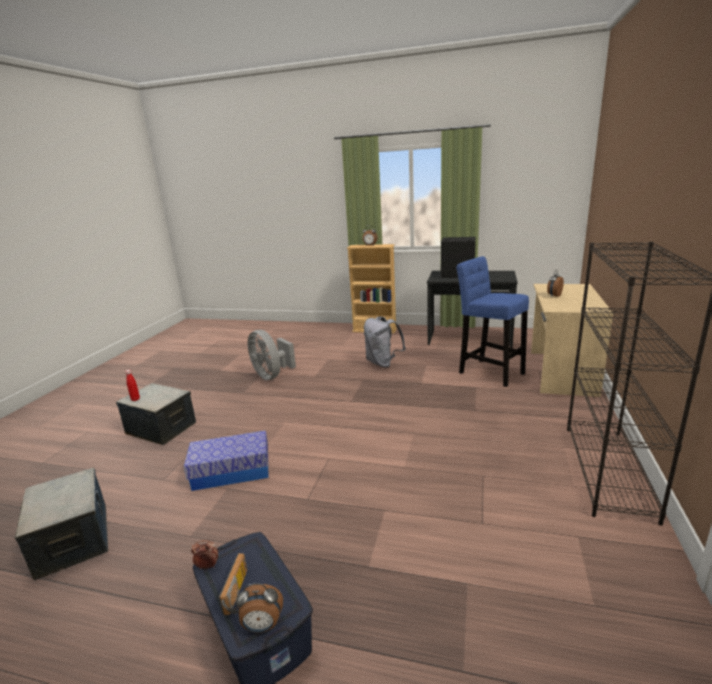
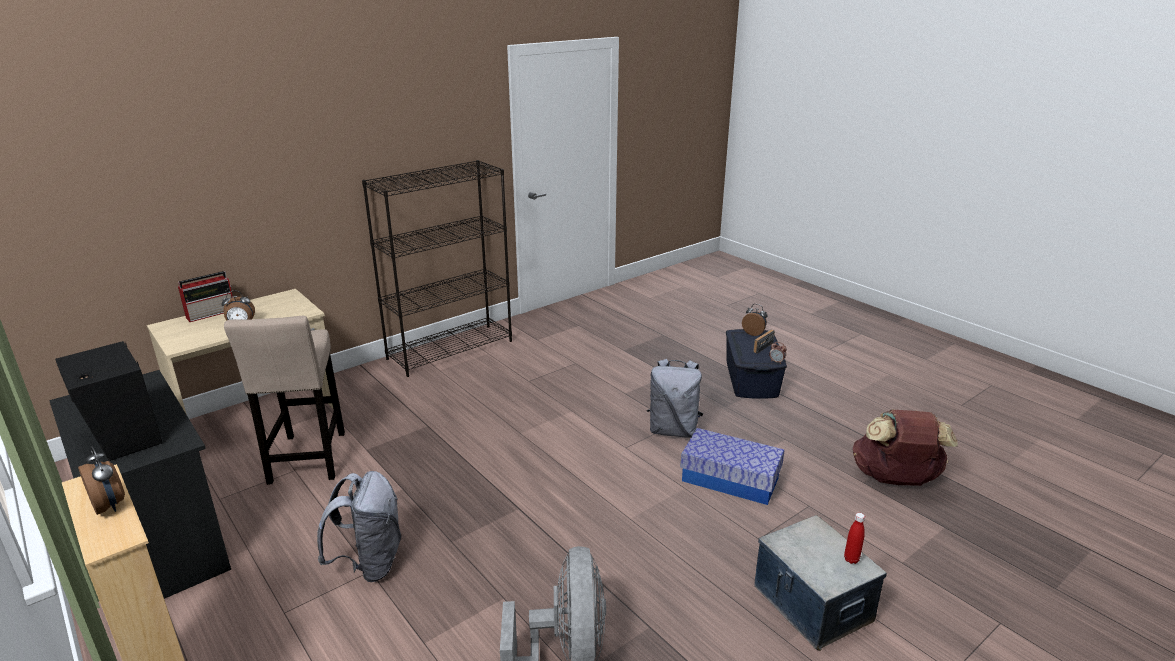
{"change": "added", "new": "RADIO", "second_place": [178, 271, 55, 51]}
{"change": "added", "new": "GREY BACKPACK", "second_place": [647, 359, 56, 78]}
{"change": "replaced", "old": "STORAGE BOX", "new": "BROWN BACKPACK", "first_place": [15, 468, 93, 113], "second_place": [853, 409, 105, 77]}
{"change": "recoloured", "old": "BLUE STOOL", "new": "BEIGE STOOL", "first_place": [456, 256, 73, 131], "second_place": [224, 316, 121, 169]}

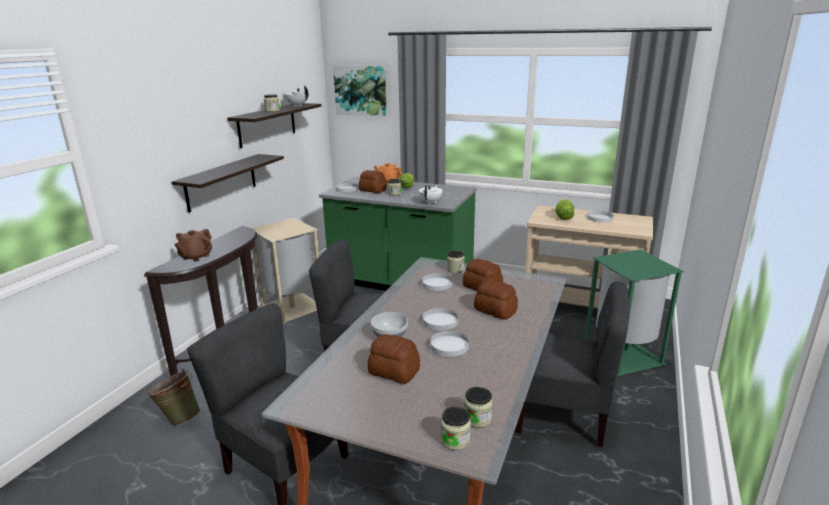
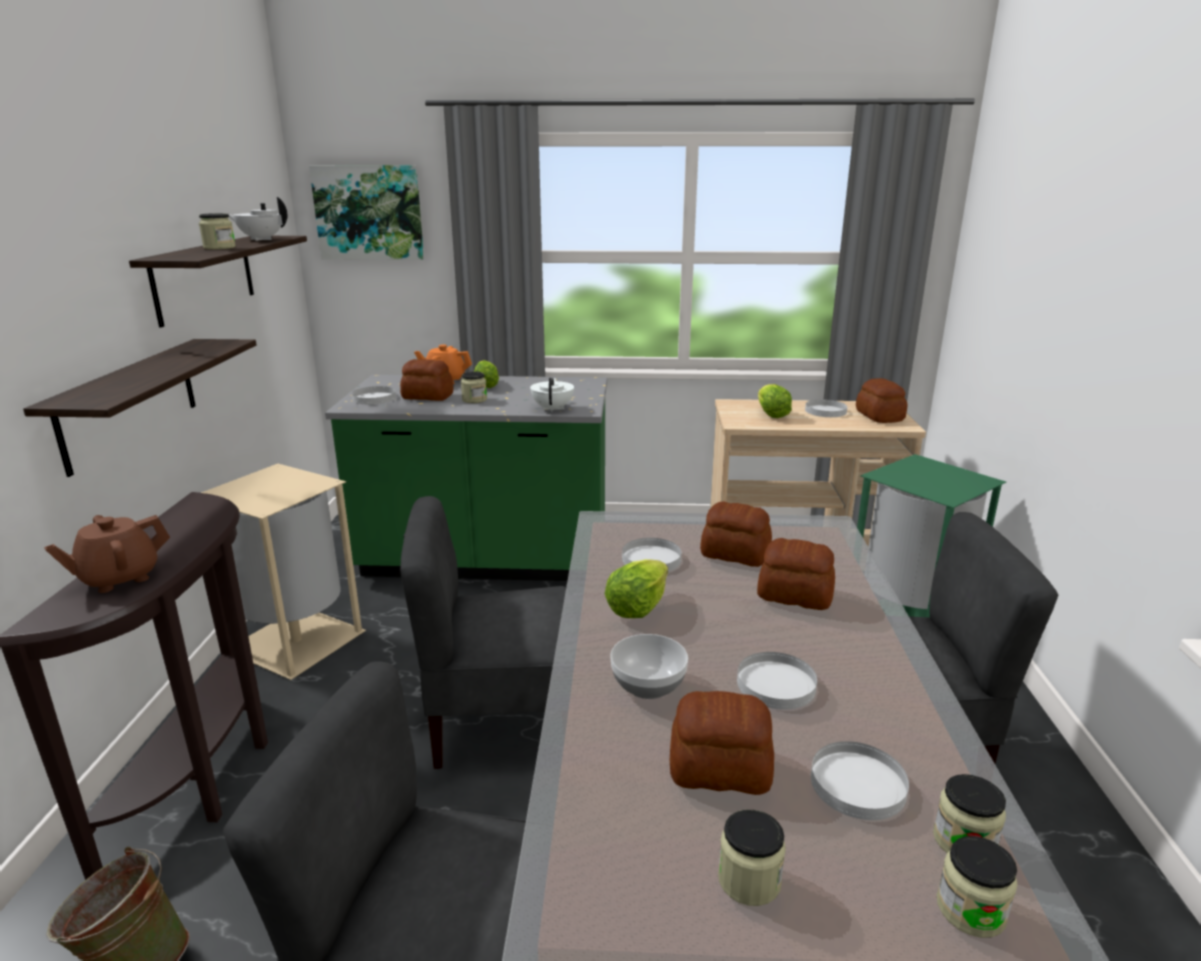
{"change": "added", "new": "LETTUCE", "second_place": [605, 559, 63, 59]}
{"change": "added", "new": "BREAD", "second_place": [856, 378, 52, 45]}
{"change": "moved", "old": "WHITE PLATE", "first_place": [423, 308, 35, 23], "second_place": [811, 741, 98, 79]}
{"change": "moved", "old": "JAR", "first_place": [447, 250, 18, 23], "second_place": [718, 810, 68, 96]}
{"change": "turned", "old": "BROWN TEAPOT", "first_place": [174, 229, 38, 33], "second_place": [44, 515, 126, 78], "degrees": 45}

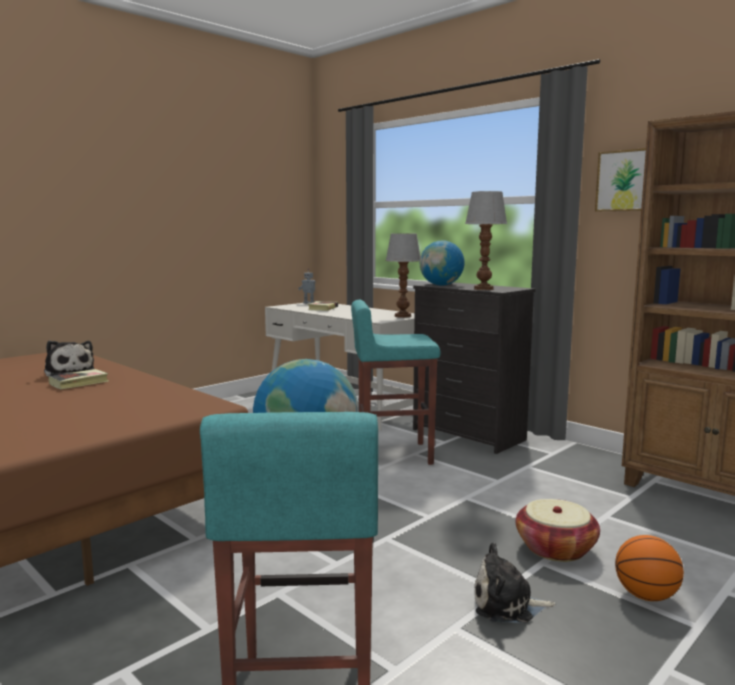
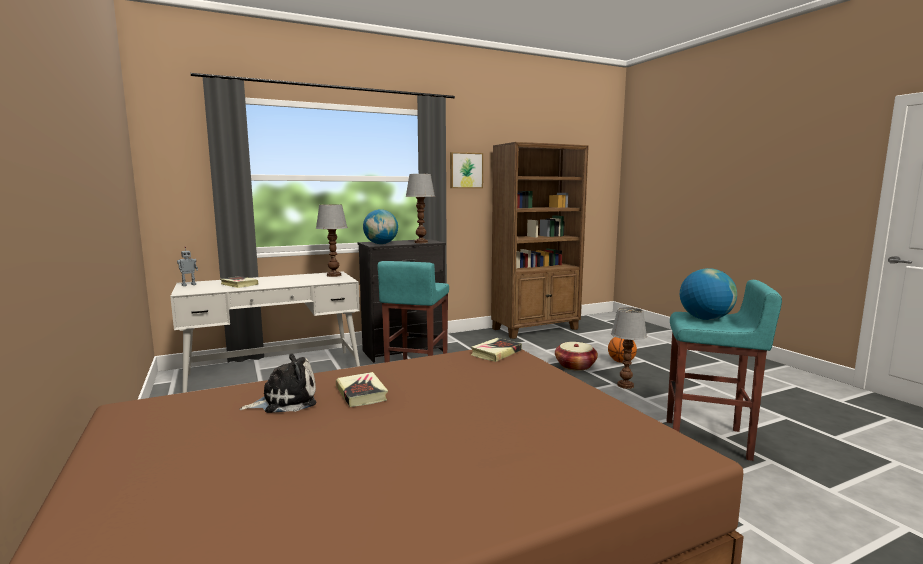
{"change": "added", "new": "BOOK", "second_place": [471, 338, 51, 24]}
{"change": "replaced", "old": "PLUSH TOY", "new": "TABLE LAMP", "first_place": [474, 543, 82, 80], "second_place": [611, 307, 36, 82]}

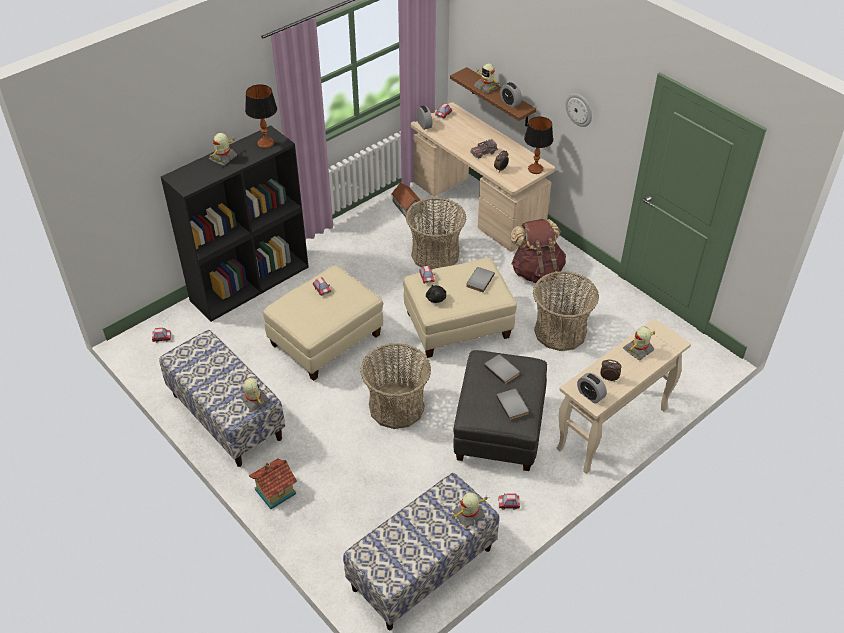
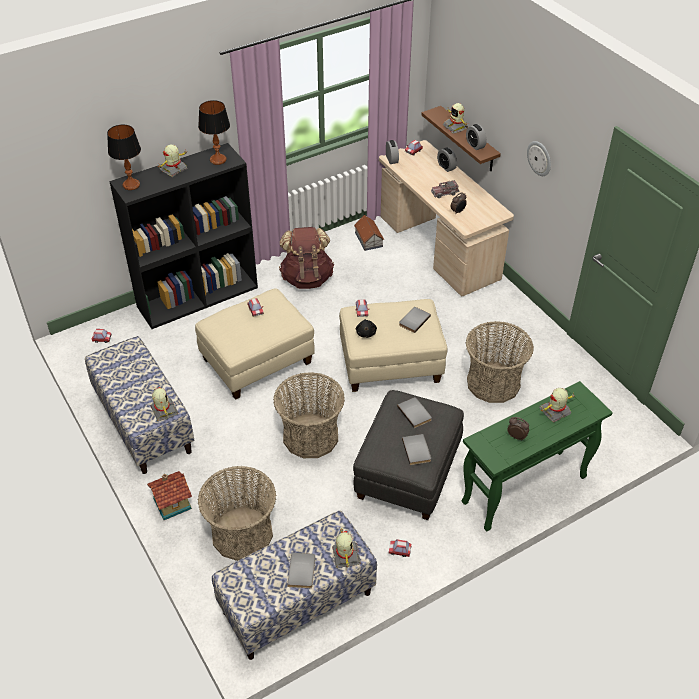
{"change": "added", "new": "GREY BOOK", "second_place": [287, 553, 28, 35]}
{"change": "moved", "old": "BASKET", "first_place": [406, 197, 60, 72], "second_place": [198, 466, 78, 95]}
{"change": "moved", "old": "BROWN BACKPACK", "first_place": [510, 219, 56, 64], "second_place": [279, 227, 55, 62]}
{"change": "moved", "old": "TABLE LAMP", "first_place": [524, 117, 29, 57], "second_place": [107, 125, 34, 65]}
{"change": "moved", "old": "ALARM CLOCK", "first_place": [577, 373, 30, 30], "second_place": [437, 147, 20, 25]}
{"change": "recoloured", "old": "BEIGE CONSOLE TABLE", "new": "GREEN CONSOLE TABLE", "first_place": [556, 318, 135, 156], "second_place": [462, 381, 151, 150]}
{"change": "turned", "old": "TOY ROBOT", "first_place": [452, 492, 37, 36], "second_place": [332, 529, 29, 40], "degrees": 105}

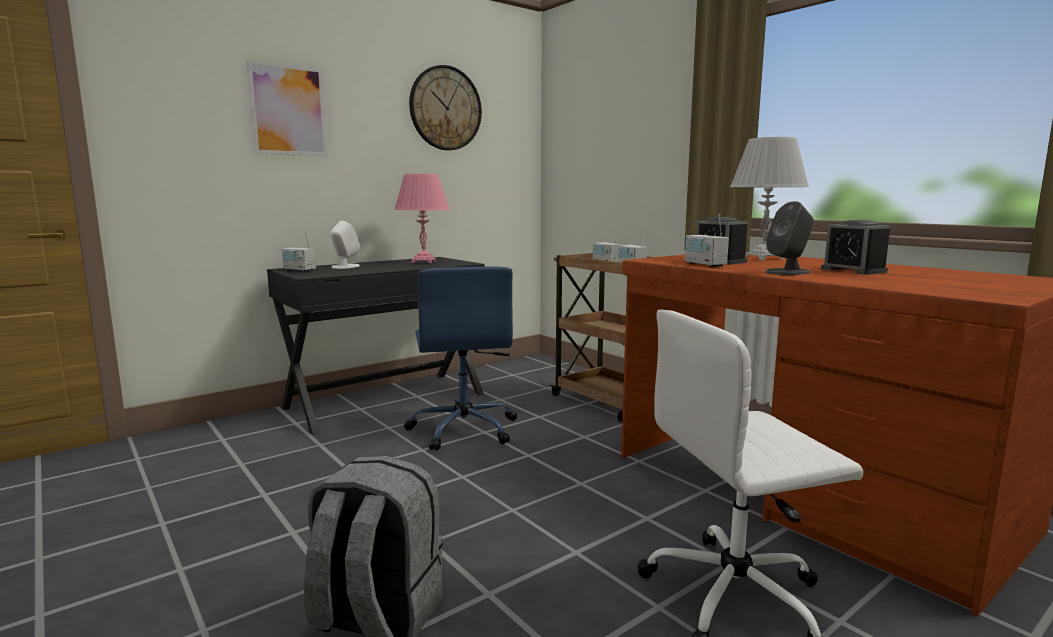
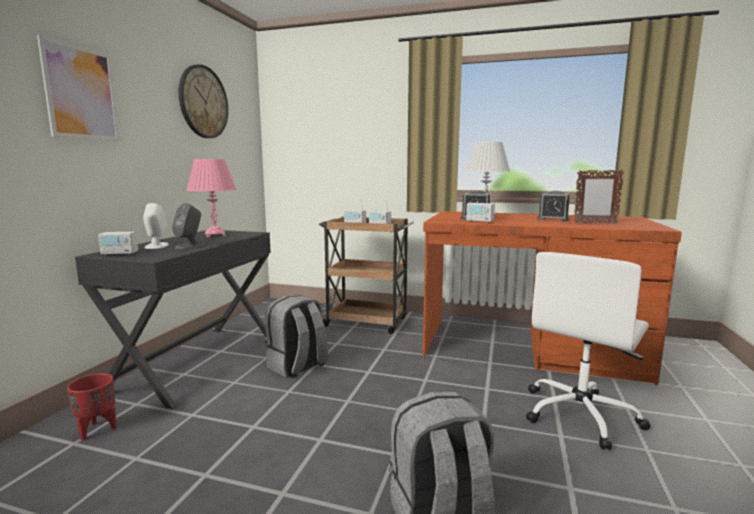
{"change": "added", "new": "RED PLANTER", "second_place": [67, 373, 50, 67]}
{"change": "added", "new": "PICTURE FRAME", "second_place": [574, 169, 50, 55]}
{"change": "moved", "old": "GREY SPEAKER", "first_place": [765, 201, 49, 74], "second_place": [172, 203, 32, 46]}
{"change": "replaced", "old": "BLUE OFFICE CHAIR", "new": "GREY BACKPACK", "first_place": [404, 267, 113, 183], "second_place": [265, 295, 63, 83]}

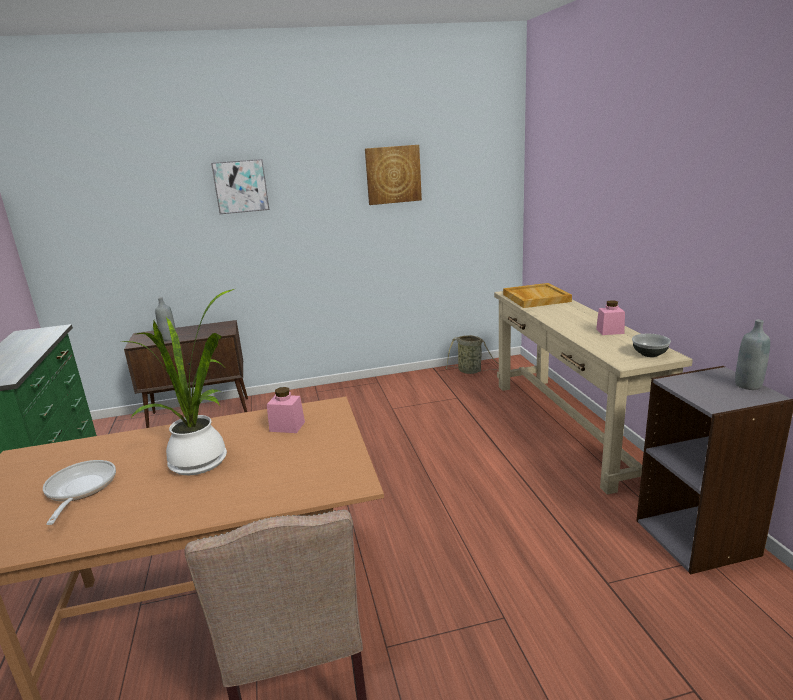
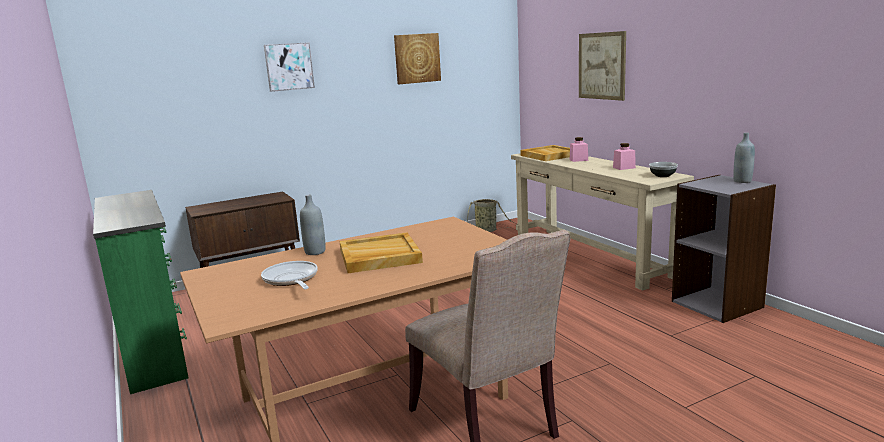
{"change": "added", "new": "PICTURE", "second_place": [579, 31, 47, 70]}
{"change": "moved", "old": "GREY BOTTLE", "first_place": [155, 297, 21, 44], "second_place": [300, 195, 25, 60]}
{"change": "moved", "old": "PINK JAR", "first_place": [267, 387, 38, 46], "second_place": [570, 137, 18, 25]}
{"change": "replaced", "old": "POTTED PLANT", "new": "BEIGE TRAY", "first_place": [120, 289, 114, 186], "second_place": [340, 232, 83, 41]}

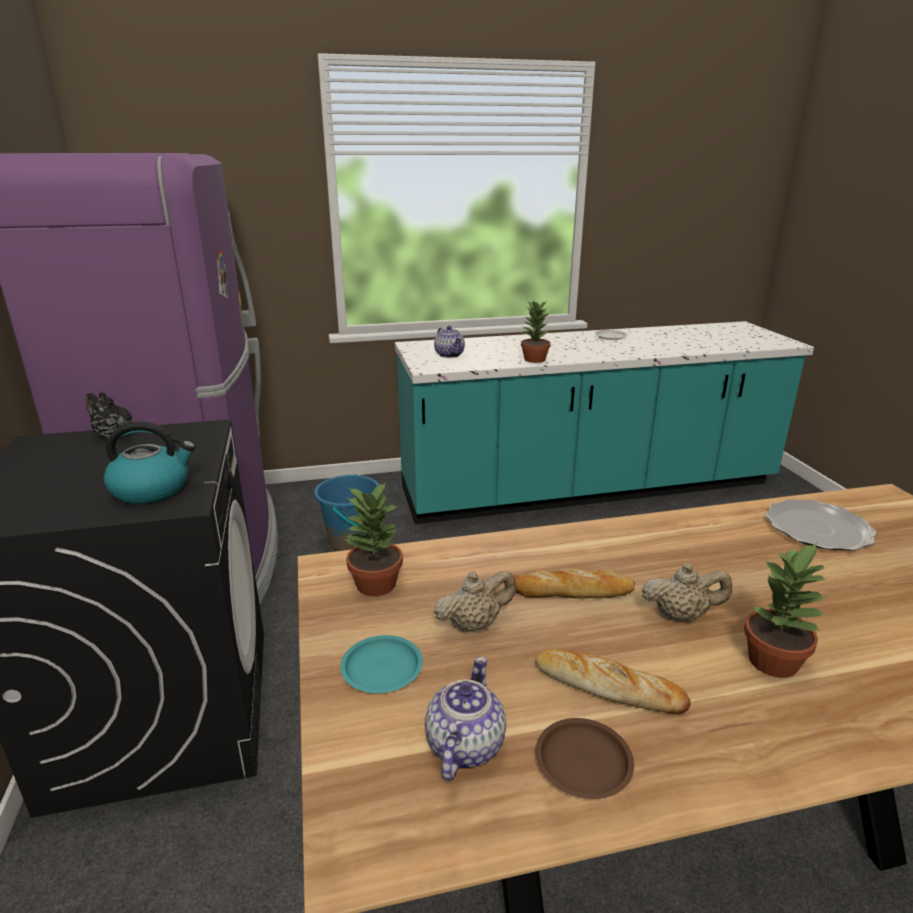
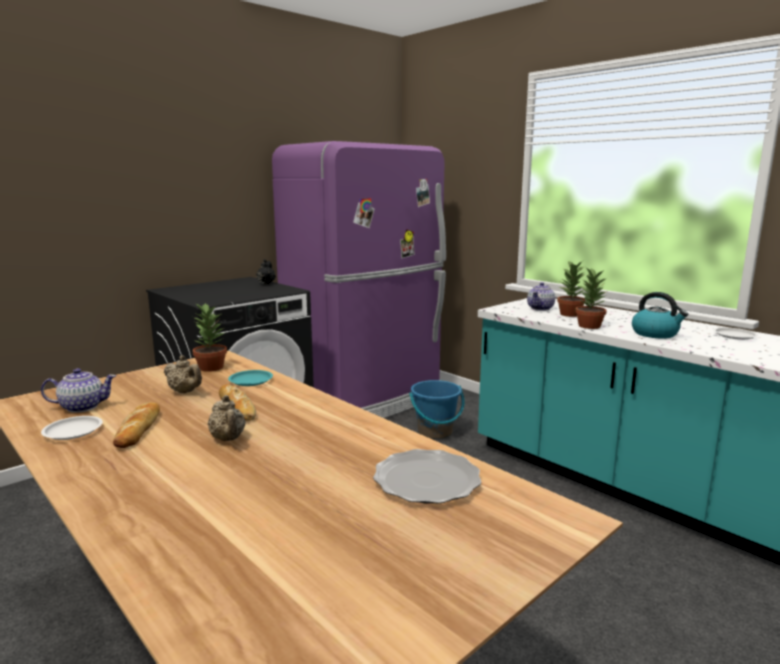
{"change": "moved", "old": "KETTLE", "first_place": [104, 421, 91, 83], "second_place": [632, 292, 56, 47]}
{"change": "moved", "old": "TURQUOISE PLATE", "first_place": [340, 635, 83, 58], "second_place": [228, 370, 45, 16]}
{"change": "moved", "old": "POTTED PLANT", "first_place": [744, 543, 84, 135], "second_place": [557, 261, 28, 56]}
{"change": "recoloured", "old": "BROWN PLATE", "new": "WHITE PLATE", "first_place": [536, 718, 98, 81], "second_place": [41, 416, 62, 24]}

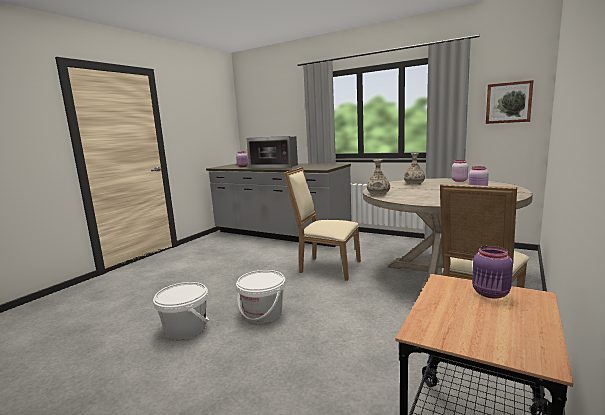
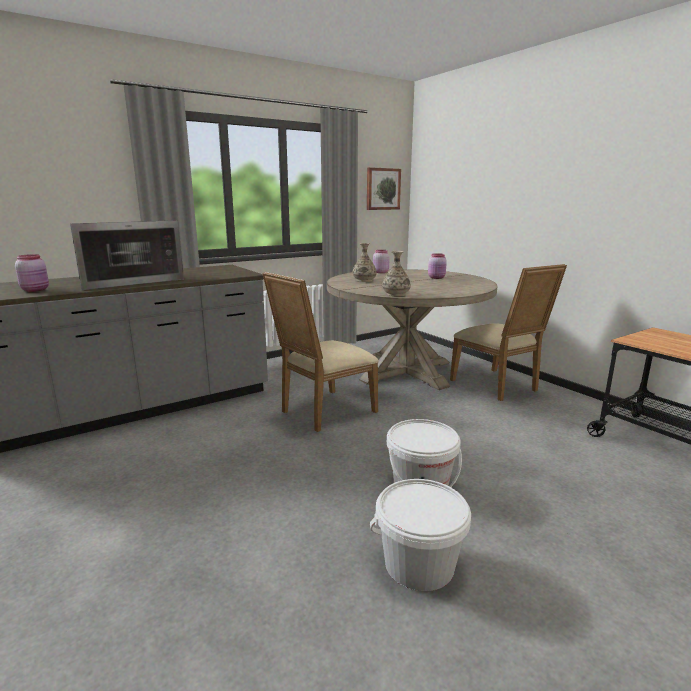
{"change": "removed", "old": "PURPLE JAR", "first_place": [472, 246, 41, 53]}

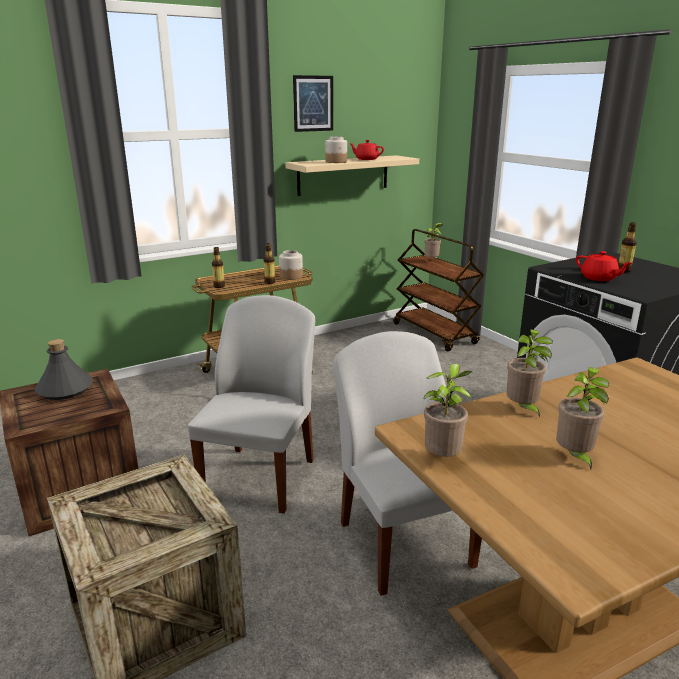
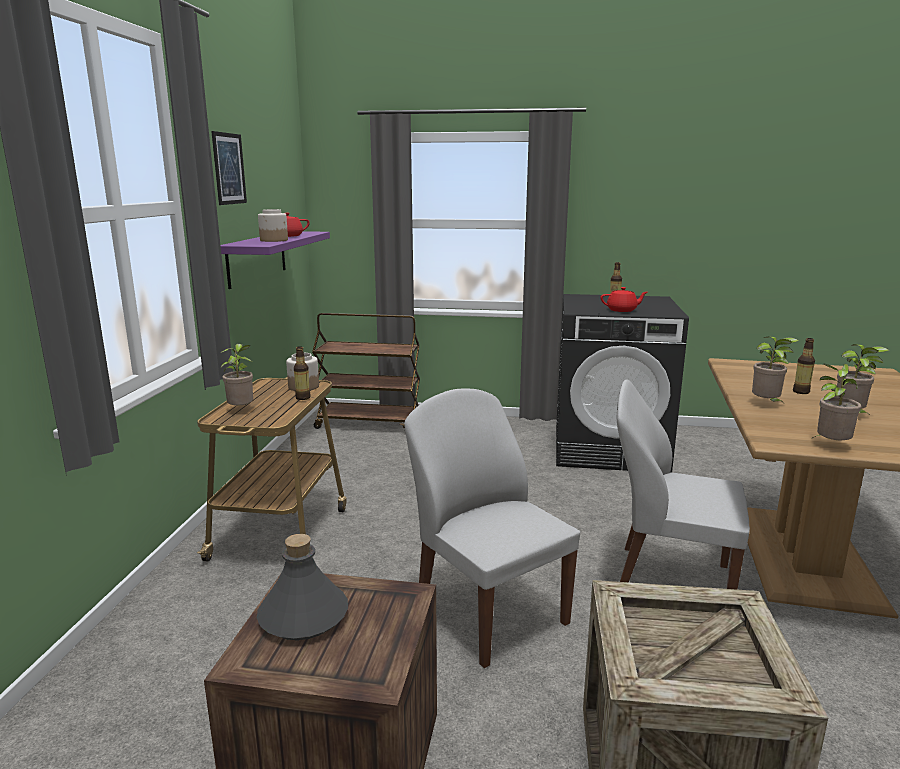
{"change": "moved", "old": "BOTTLE", "first_place": [212, 247, 13, 41], "second_place": [793, 338, 22, 56]}
{"change": "moved", "old": "POTTED PLANT", "first_place": [425, 223, 18, 36], "second_place": [220, 344, 33, 62]}
{"change": "recoloured", "old": "BEIGE SHELF", "new": "PURPLE SHELF", "first_place": [285, 155, 134, 41], "second_place": [221, 231, 109, 58]}

